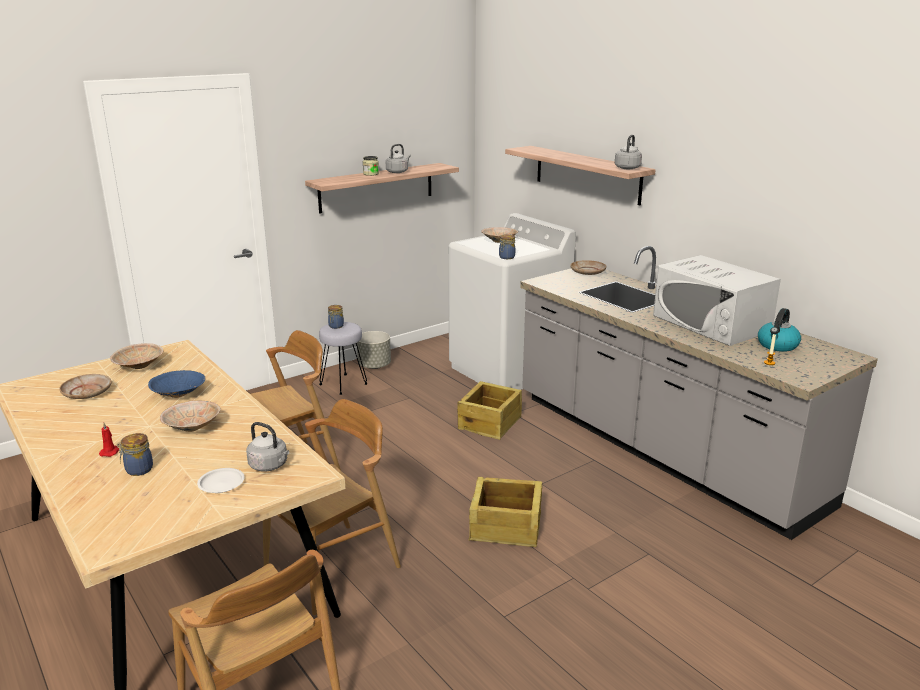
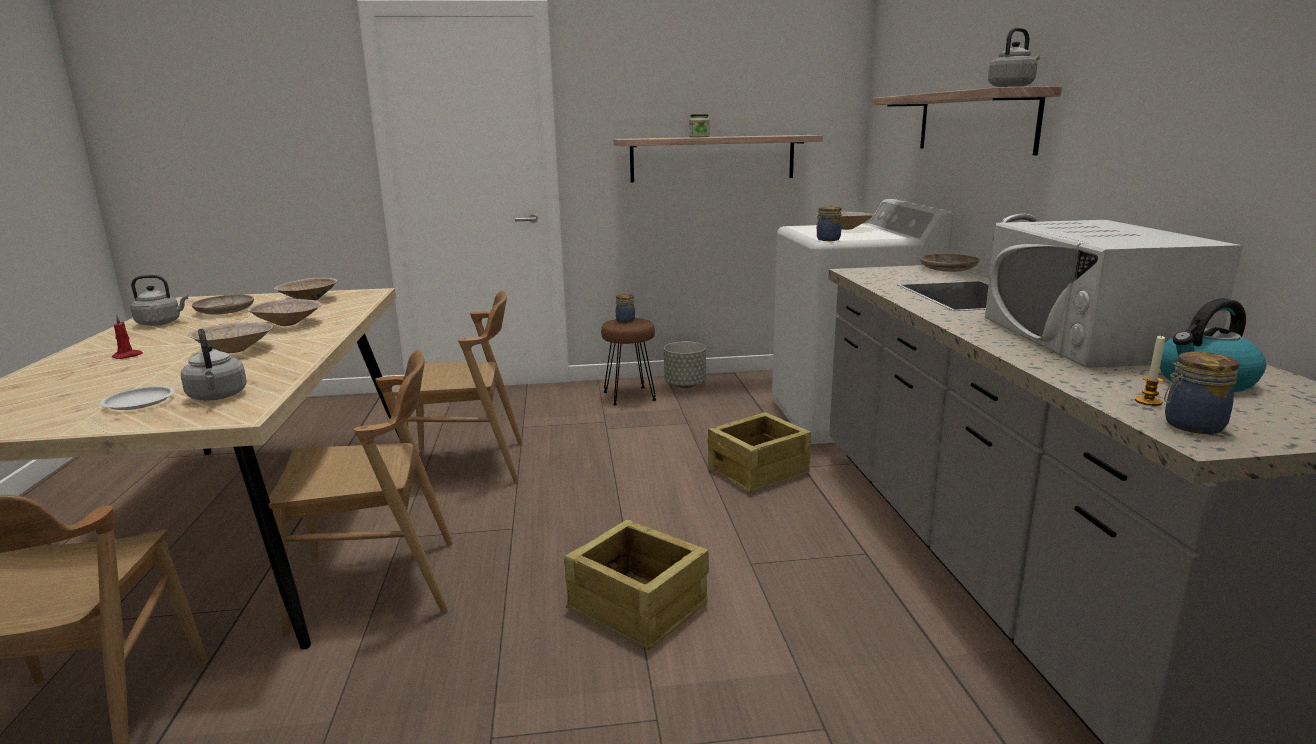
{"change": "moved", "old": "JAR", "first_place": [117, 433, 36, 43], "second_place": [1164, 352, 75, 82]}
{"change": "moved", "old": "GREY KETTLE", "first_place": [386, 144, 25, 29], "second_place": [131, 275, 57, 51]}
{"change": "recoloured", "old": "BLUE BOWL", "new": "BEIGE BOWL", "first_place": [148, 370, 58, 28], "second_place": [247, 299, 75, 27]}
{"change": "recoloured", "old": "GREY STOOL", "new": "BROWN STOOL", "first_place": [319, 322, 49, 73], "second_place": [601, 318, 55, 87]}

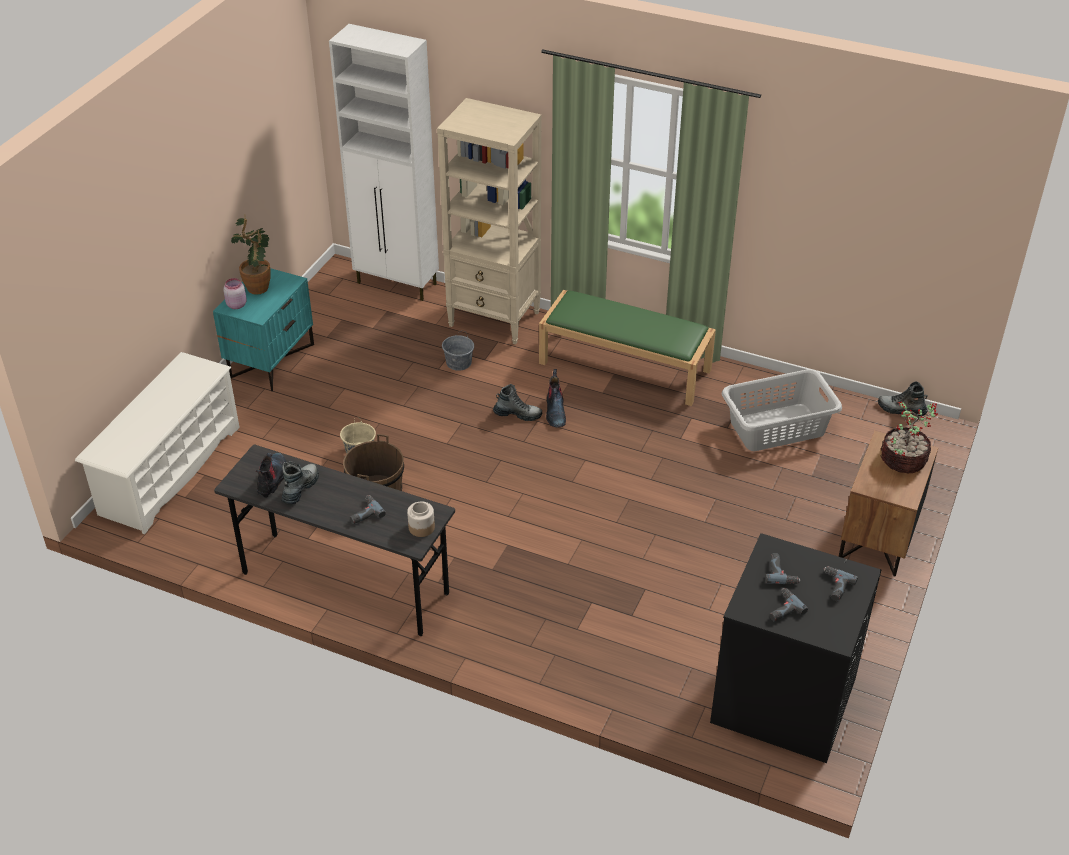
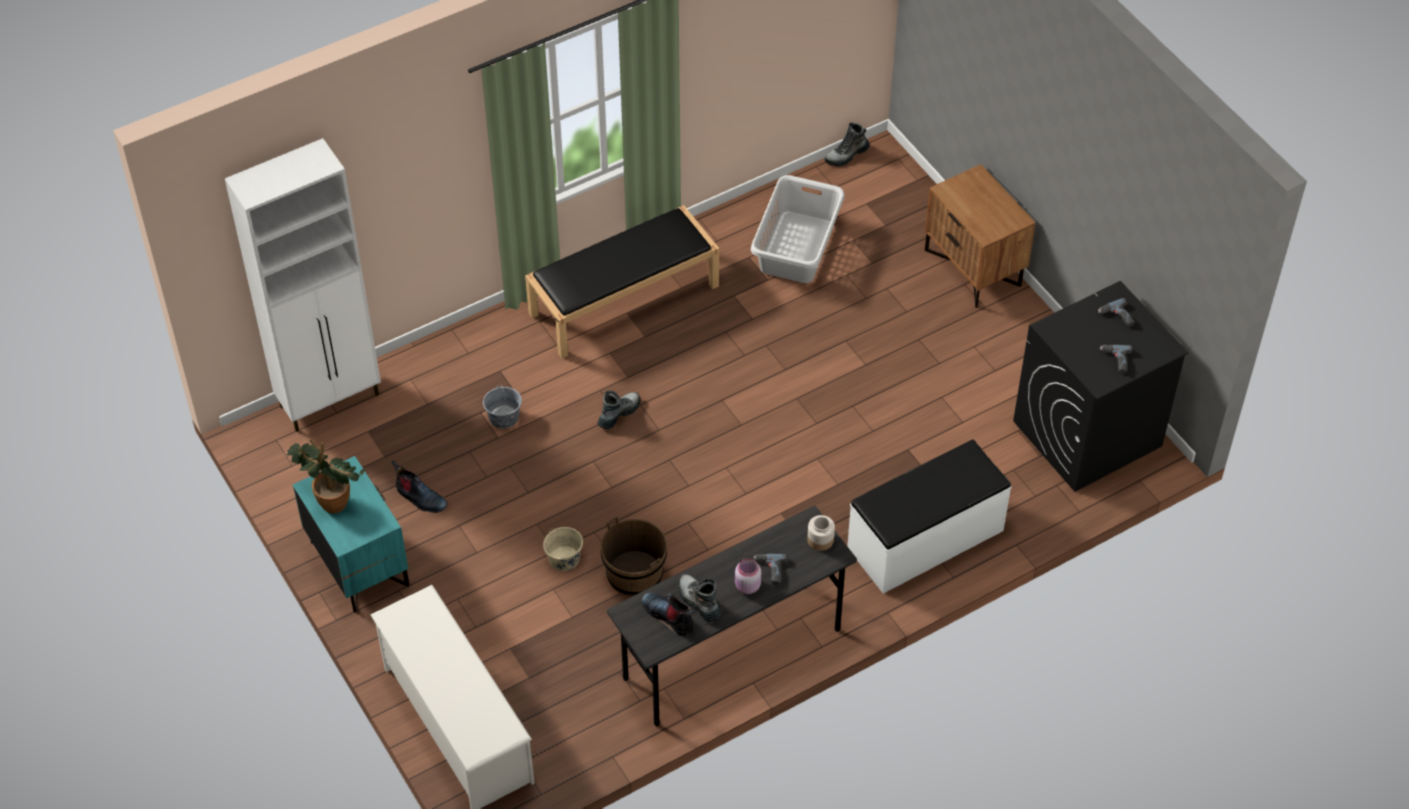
{"change": "removed", "old": "BEIGE BOOKCASE", "first_place": [437, 98, 105, 247]}
{"change": "removed", "old": "POWER DRILL", "first_place": [765, 553, 36, 31]}
{"change": "removed", "old": "POTTED PLANT", "first_place": [881, 401, 57, 73]}
{"change": "added", "new": "WHITE BENCH", "second_place": [847, 440, 164, 154]}
{"change": "moved", "old": "PINK JAR", "first_place": [223, 278, 23, 31], "second_place": [735, 559, 26, 35]}
{"change": "moved", "old": "BOOT", "first_place": [546, 369, 20, 58], "second_place": [391, 460, 56, 53]}
{"change": "recoloured", "old": "GREEN BENCH", "new": "BLACK BENCH", "first_place": [539, 290, 177, 116], "second_place": [525, 205, 194, 154]}

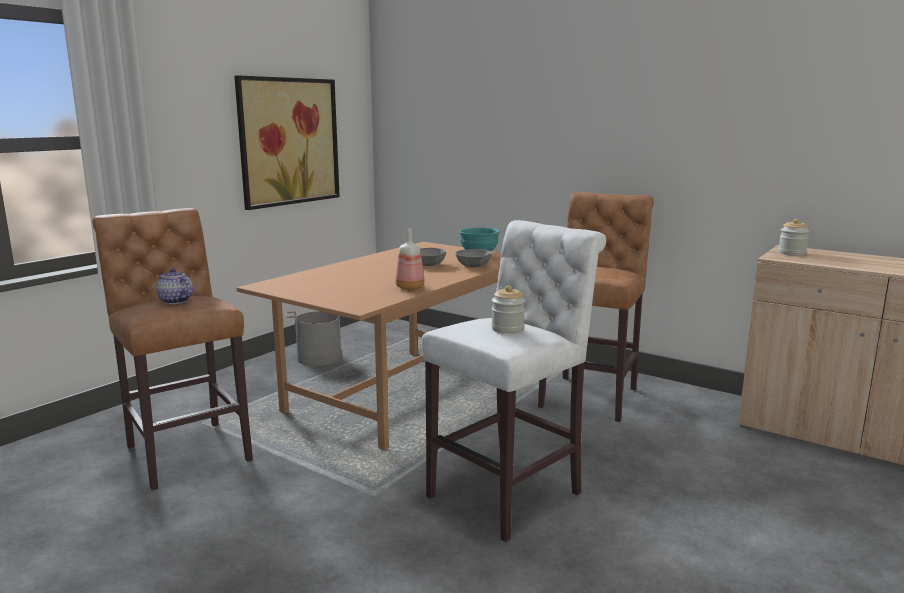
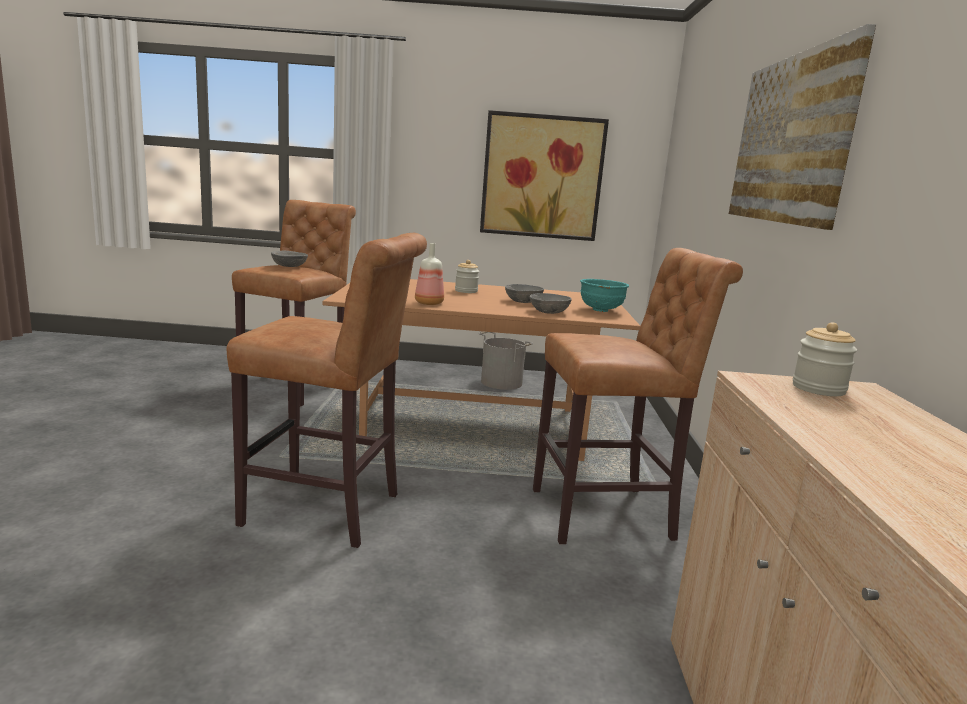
{"change": "added", "new": "PICTURE", "second_place": [729, 24, 147, 206]}
{"change": "moved", "old": "JAR", "first_place": [491, 285, 34, 49], "second_place": [455, 260, 24, 33]}
{"change": "replaced", "old": "TEAPOT", "new": "GREY BOWL", "first_place": [156, 268, 37, 36], "second_place": [271, 251, 37, 16]}
{"change": "recoloured", "old": "WHITE STOOL", "new": "BROWN STOOL", "first_place": [422, 220, 184, 322], "second_place": [227, 233, 200, 315]}

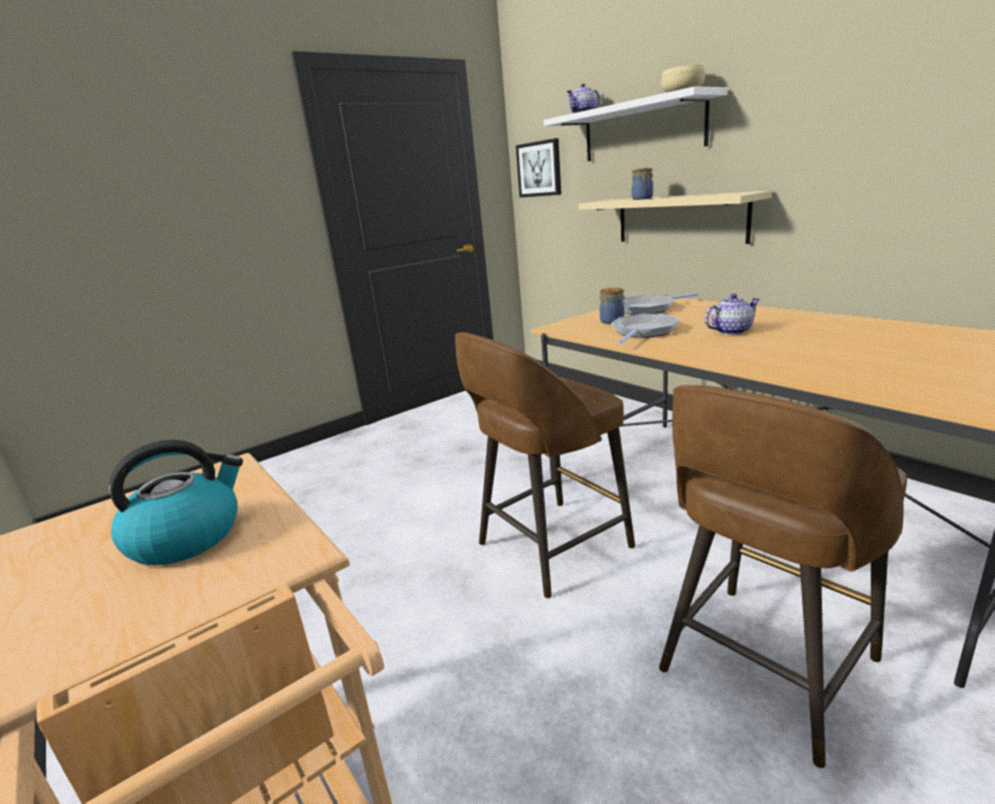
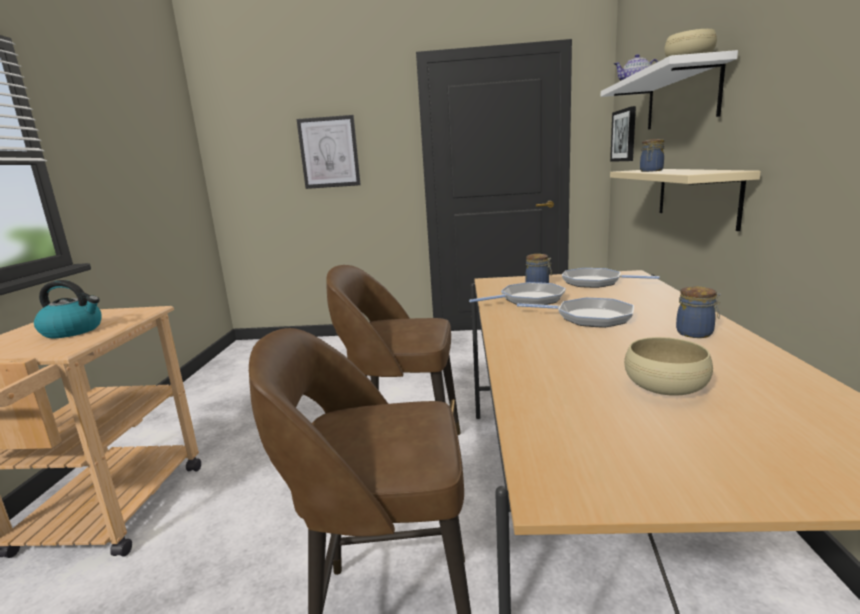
{"change": "added", "new": "PICTURE", "second_place": [297, 115, 64, 74]}
{"change": "added", "new": "BEIGE BOWL", "second_place": [624, 337, 89, 59]}
{"change": "added", "new": "JAR", "second_place": [676, 287, 45, 51]}
{"change": "replaced", "old": "TEAPOT", "new": "FRYING PAN", "first_place": [705, 293, 55, 42], "second_place": [517, 297, 117, 31]}

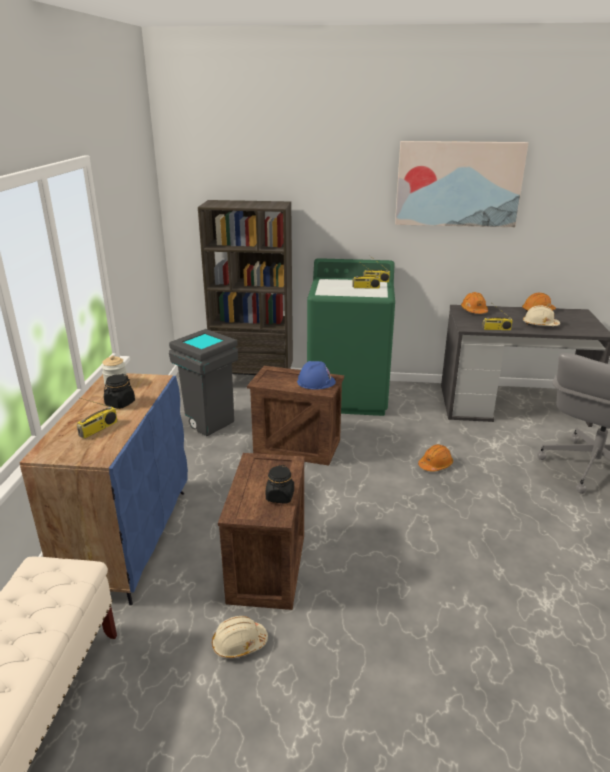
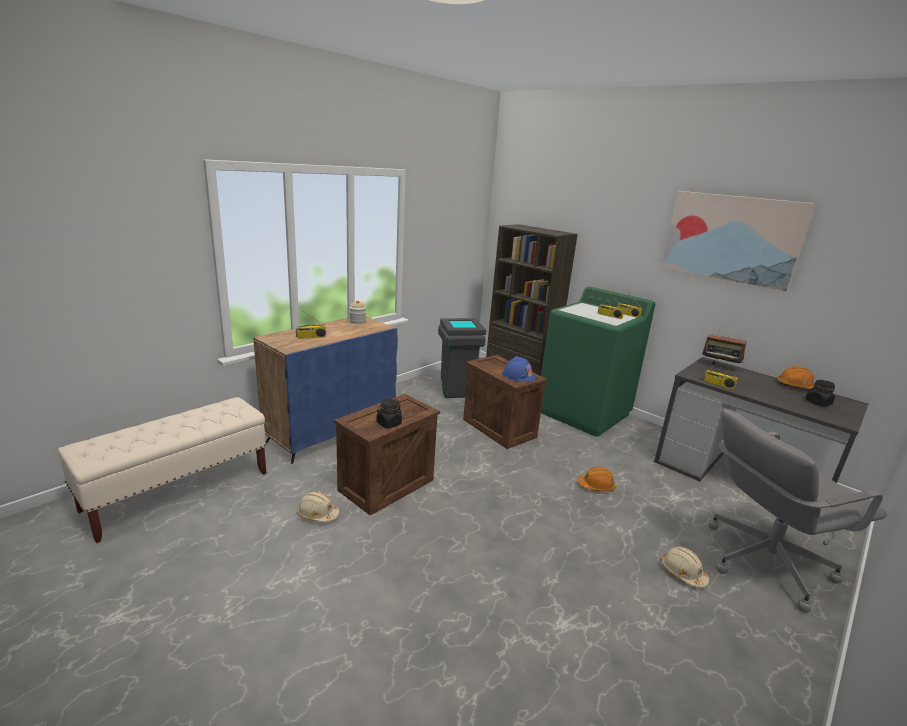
{"change": "moved", "old": "BLACK JAR", "first_place": [104, 374, 31, 35], "second_place": [805, 380, 30, 26]}
{"change": "moved", "old": "BEIGE HARD HAT", "first_place": [523, 305, 37, 21], "second_place": [661, 547, 48, 41]}
{"change": "replaced", "old": "ORANGE HARD HAT", "new": "RADIO", "first_place": [461, 292, 27, 22], "second_place": [702, 334, 44, 30]}

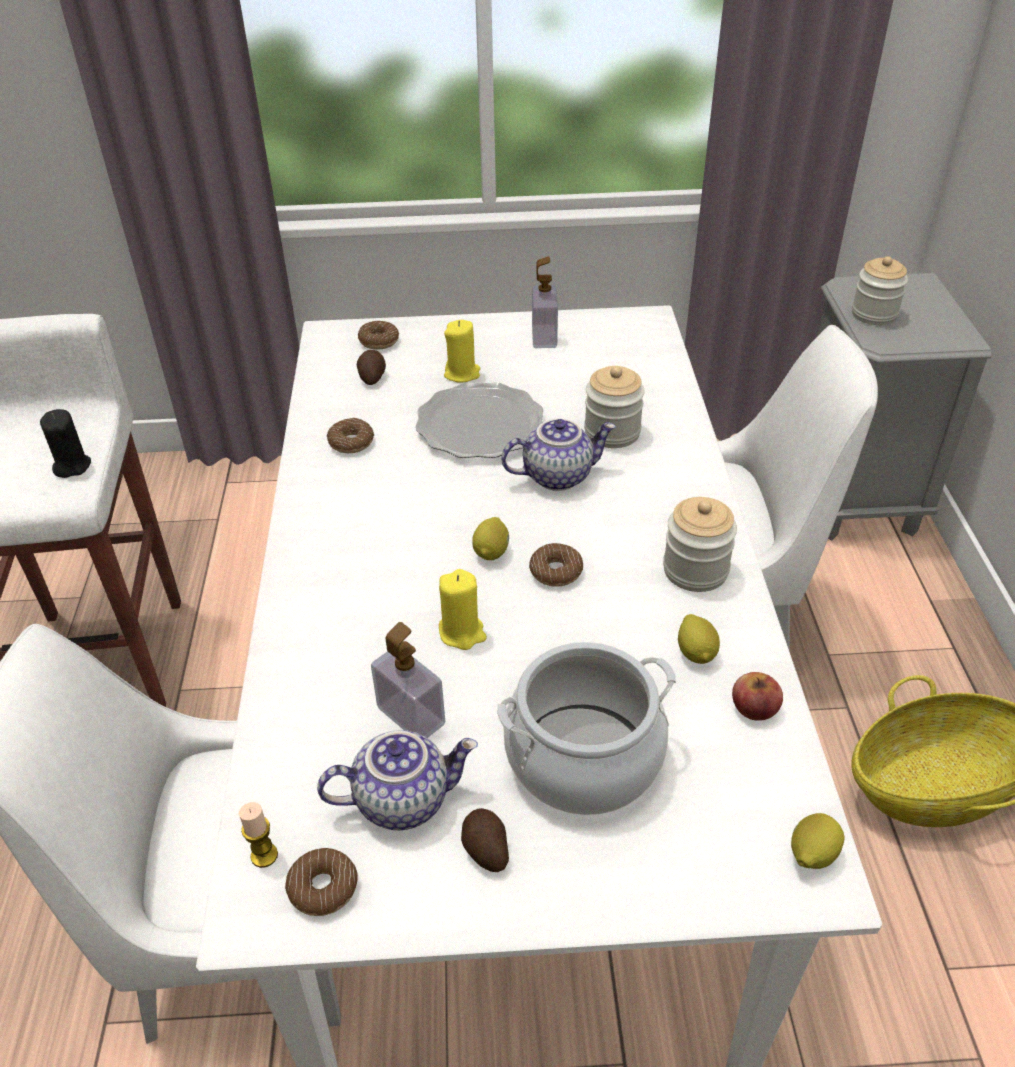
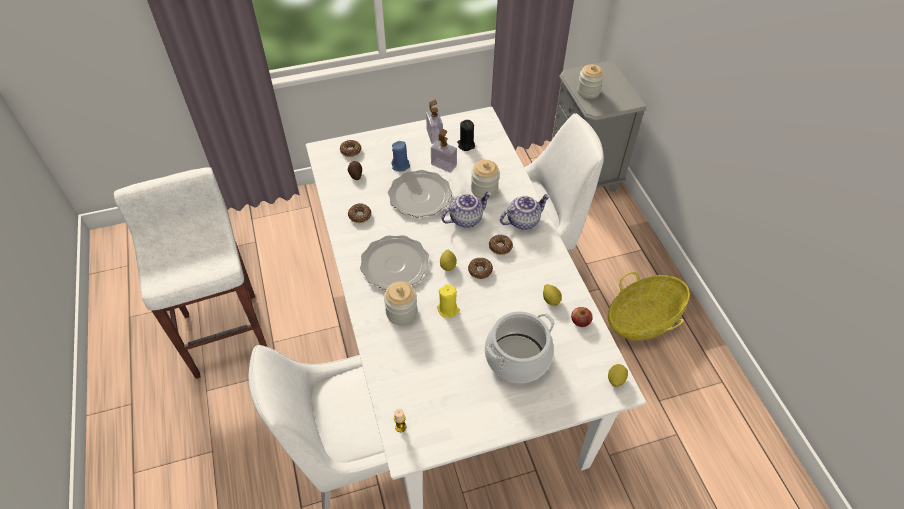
{"change": "removed", "old": "POTATO", "first_place": [461, 808, 48, 64]}
{"change": "added", "new": "PLATE", "second_place": [360, 235, 69, 55]}
{"change": "moved", "old": "BLACK CANDLE", "first_place": [40, 409, 51, 69], "second_place": [457, 120, 18, 31]}
{"change": "moved", "old": "DONUT", "first_place": [285, 848, 73, 68], "second_place": [489, 235, 24, 20]}
{"change": "moved", "old": "TEAPOT", "first_place": [317, 730, 161, 100], "second_place": [500, 194, 50, 36]}
{"change": "moved", "old": "SOAP DISPENSER", "first_place": [371, 622, 74, 116], "second_place": [431, 129, 26, 44]}
{"change": "moved", "old": "JAR", "first_place": [663, 497, 74, 95], "second_place": [384, 281, 34, 44]}
{"change": "recoloured", "old": "YELLOW CANDLE", "new": "BLUE CANDLE", "first_place": [444, 320, 36, 63], "second_place": [392, 141, 18, 30]}

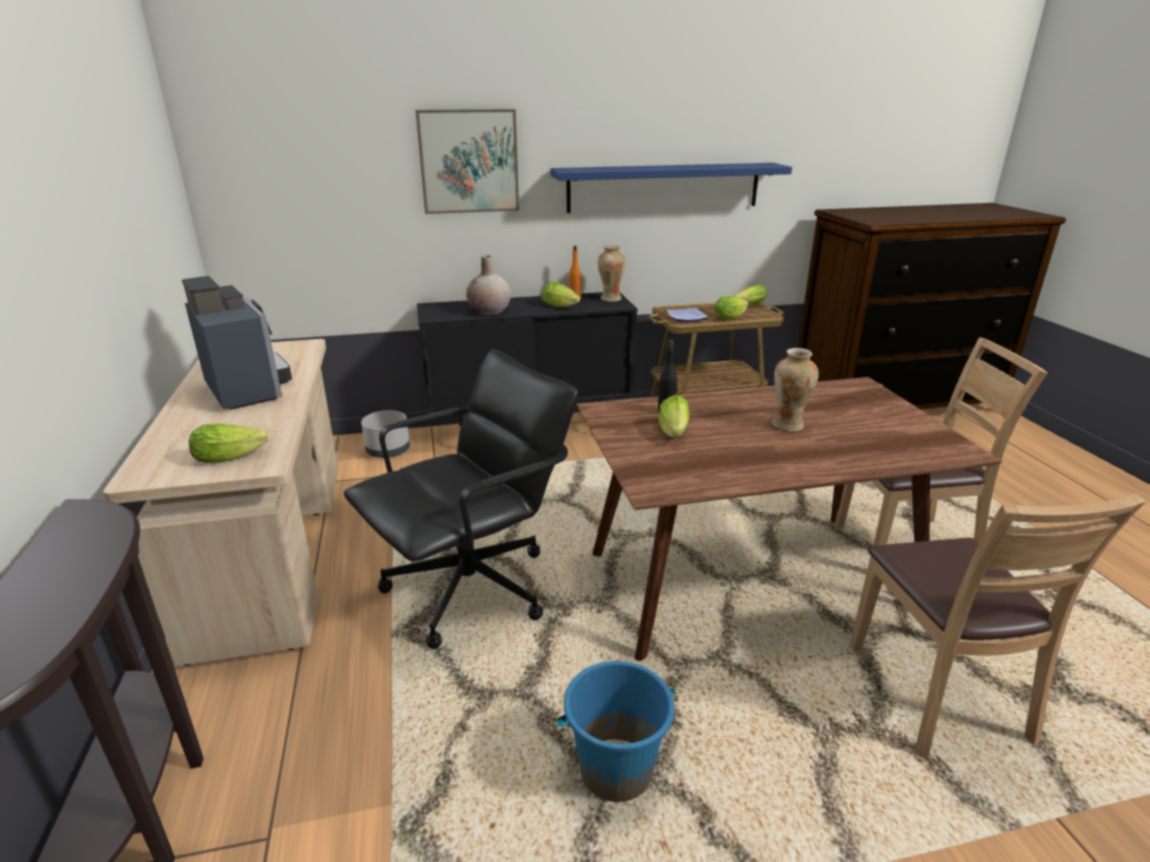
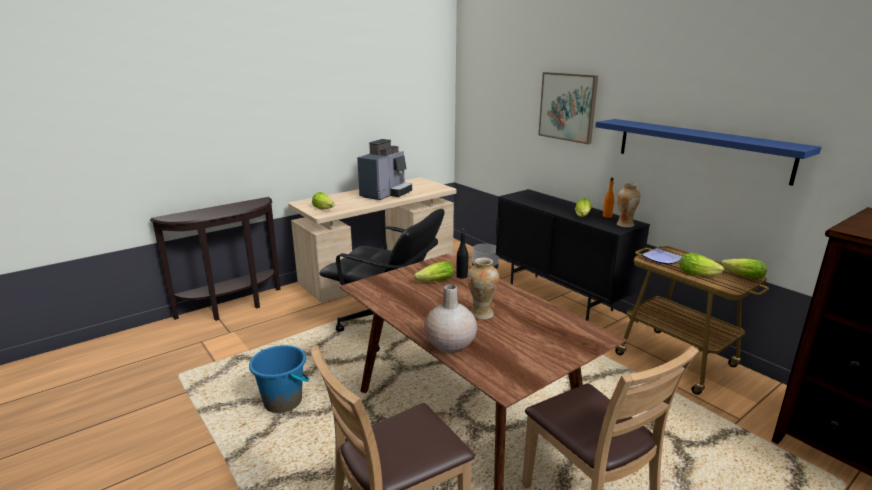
{"change": "moved", "old": "BEIGE VASE", "first_place": [466, 255, 45, 60], "second_place": [424, 284, 53, 69]}

